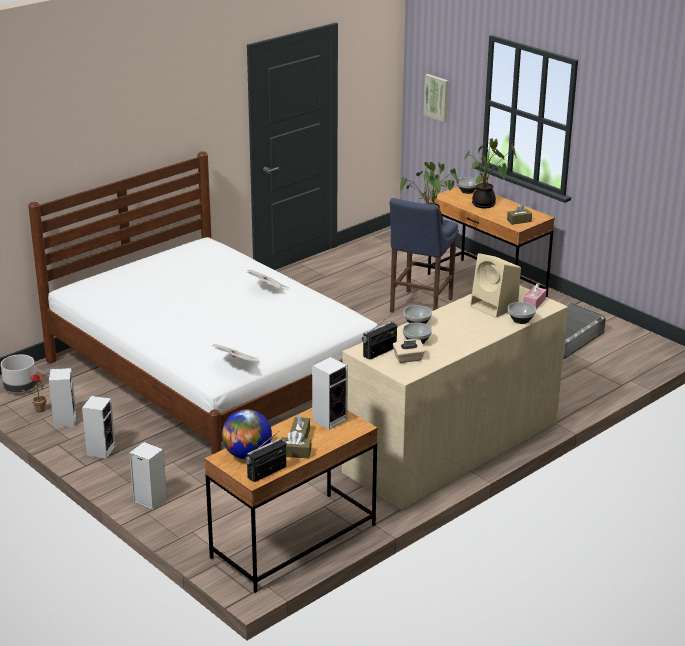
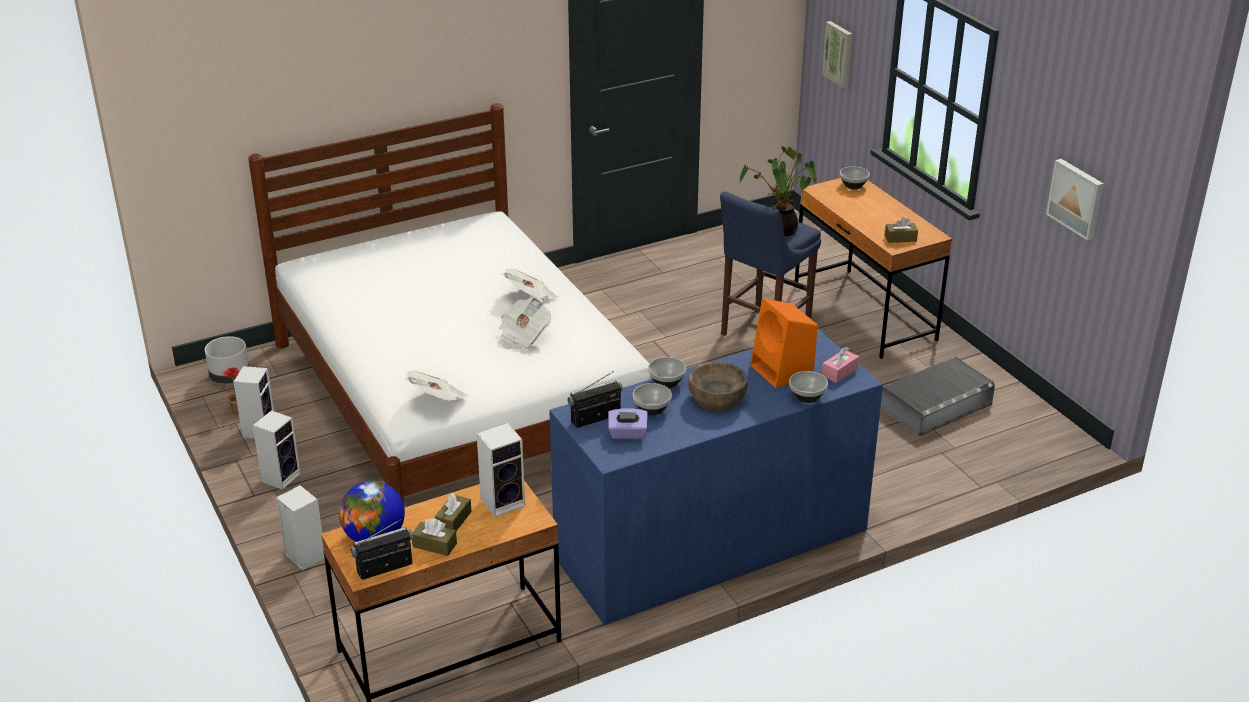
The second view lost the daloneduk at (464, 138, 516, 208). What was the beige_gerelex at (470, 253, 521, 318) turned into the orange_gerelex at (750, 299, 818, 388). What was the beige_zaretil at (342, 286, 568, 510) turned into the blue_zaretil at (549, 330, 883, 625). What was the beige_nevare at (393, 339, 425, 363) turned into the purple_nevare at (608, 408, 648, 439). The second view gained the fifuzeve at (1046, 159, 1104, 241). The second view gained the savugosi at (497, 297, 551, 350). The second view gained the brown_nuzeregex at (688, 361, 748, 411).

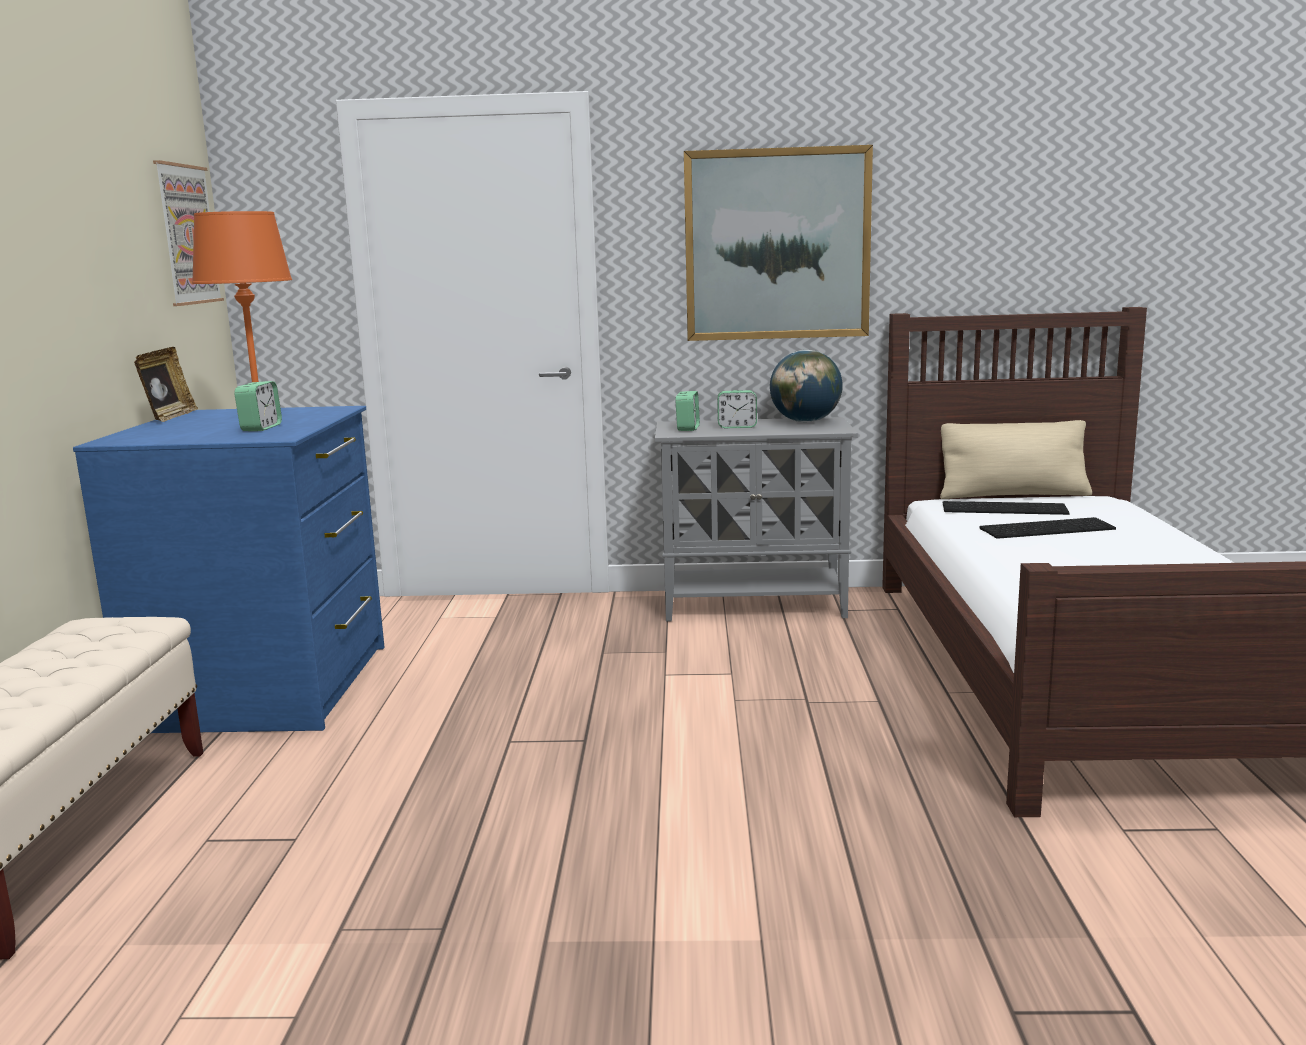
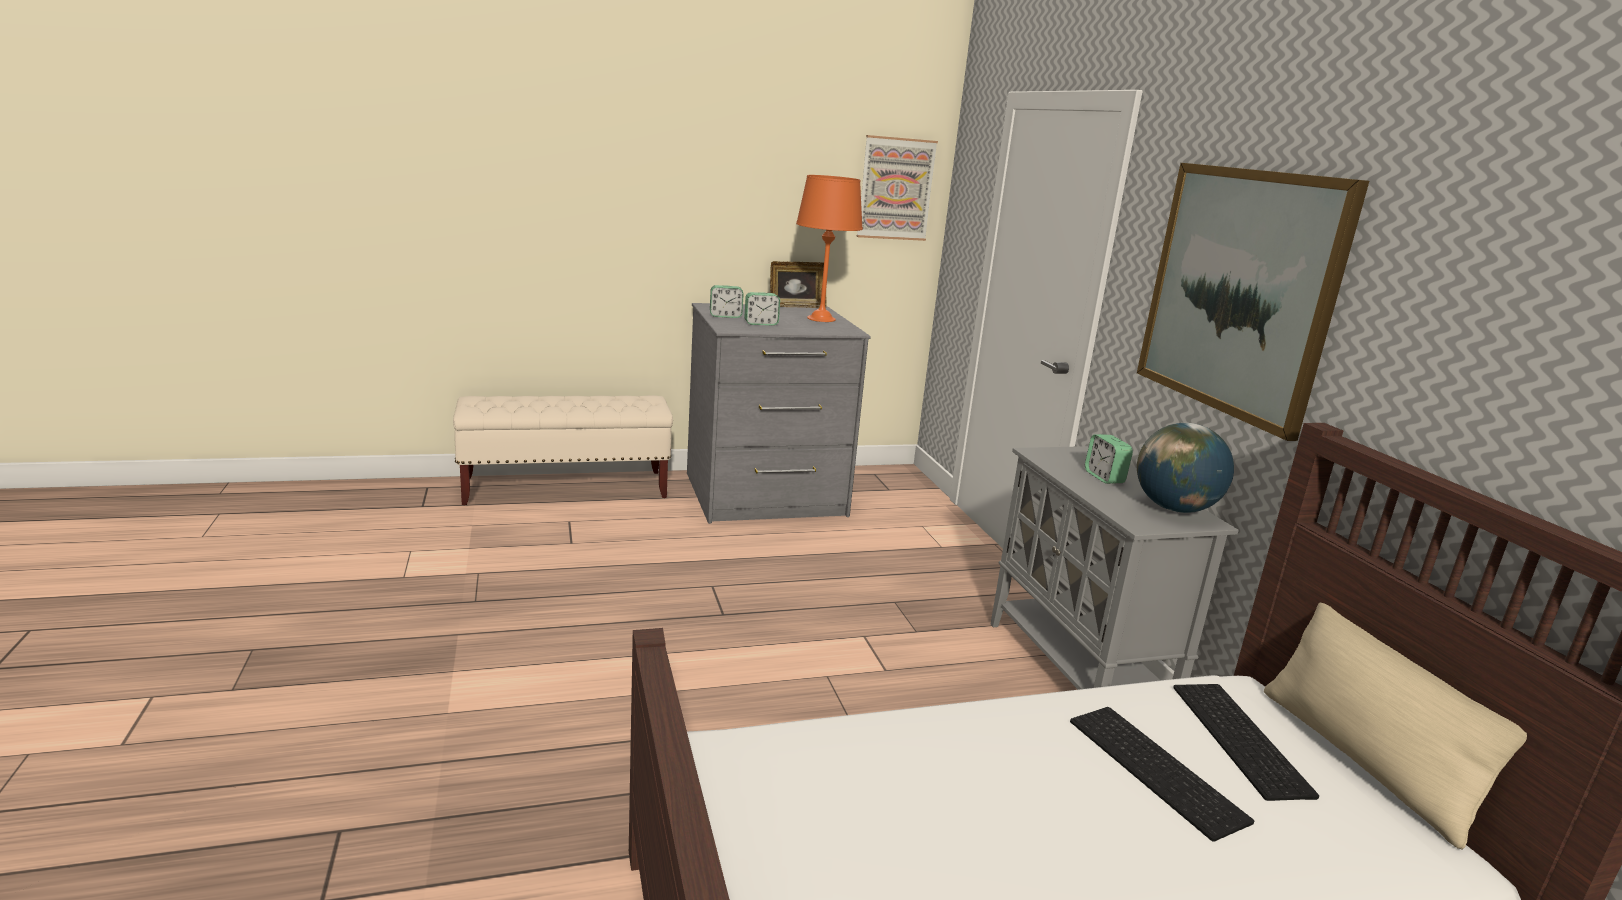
The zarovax ended up elsewhere, having gone from (675, 391, 700, 431) to (710, 285, 744, 318). What was the blue_zaretil at (73, 406, 385, 733) turned into the grey_zaretil at (687, 303, 871, 524).

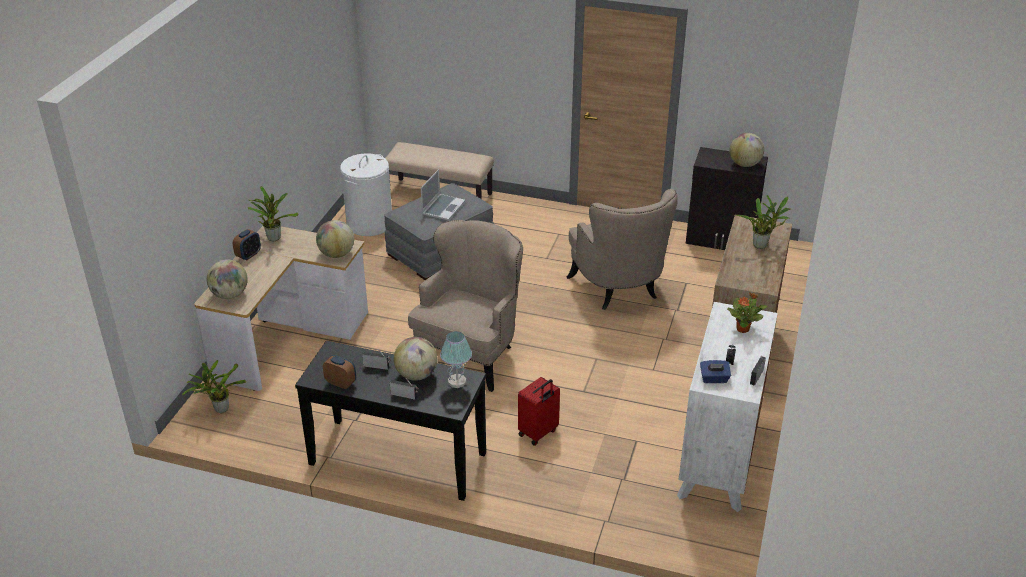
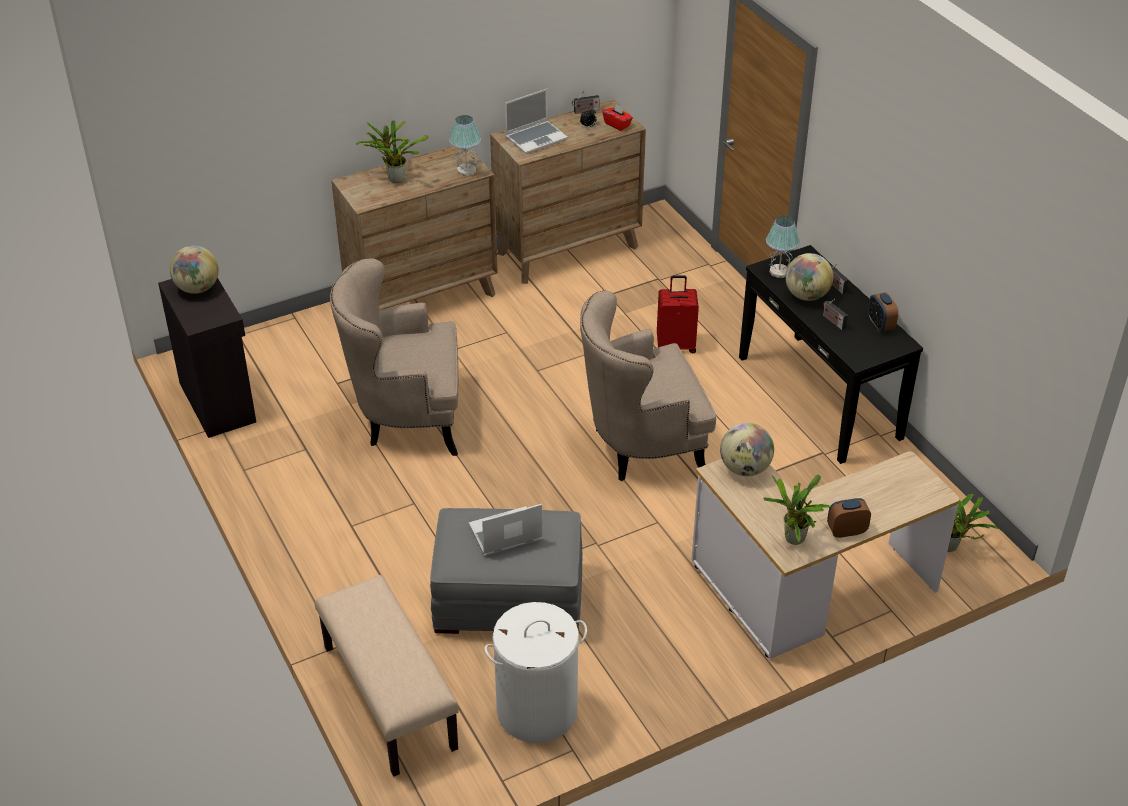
The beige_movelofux at (567, 189, 677, 310) ended up facing another way, 120 degrees counterclockwise from before. The second view lost the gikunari at (207, 259, 248, 299). Where the daloneduk stood at (727, 292, 767, 333), the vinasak came to stand at (505, 89, 568, 154). What was the white_zaretil at (677, 302, 778, 512) turned into the brown_zaretil at (490, 99, 646, 284). What was the blue_nevare at (700, 360, 731, 383) turned into the red_nevare at (602, 104, 633, 131). The second view gained the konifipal at (449, 115, 481, 176).

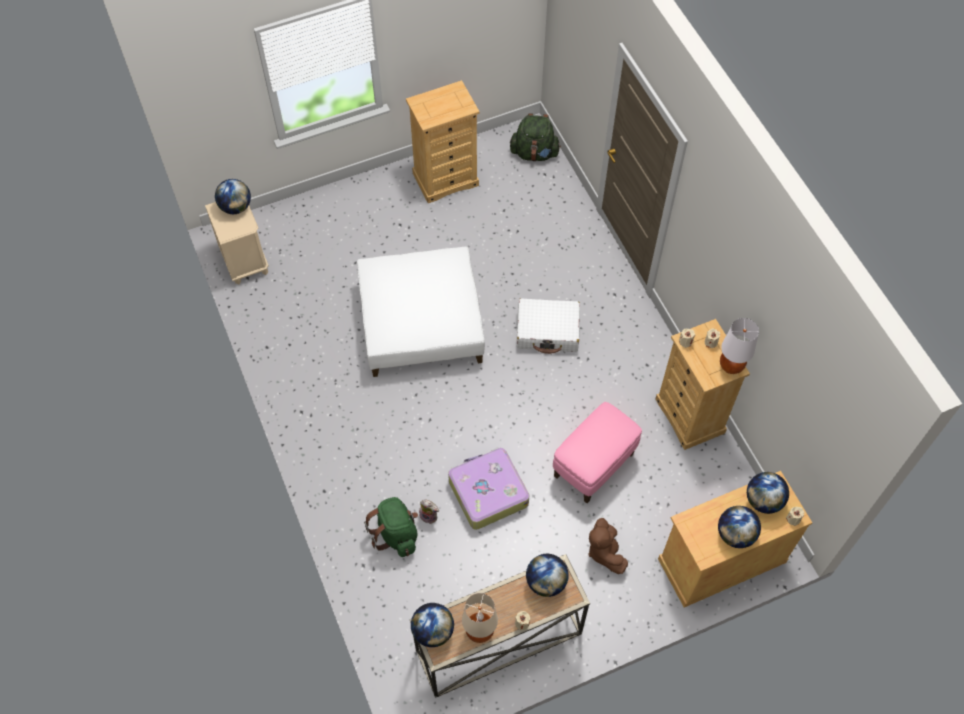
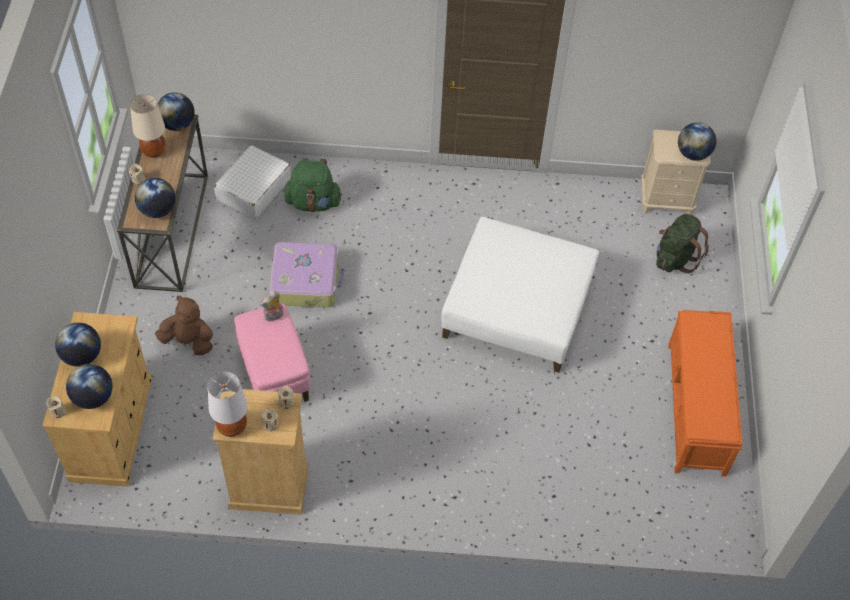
Where the beige_zaretil stood at (406, 80, 480, 203), the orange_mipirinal came to stand at (668, 310, 742, 477). The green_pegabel ended up elsewhere, having gone from (510, 114, 561, 161) to (656, 214, 709, 274). The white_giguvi ended up elsewhere, having gone from (517, 298, 580, 354) to (214, 145, 291, 219). The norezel ended up elsewhere, having gone from (418, 499, 439, 524) to (260, 290, 283, 322).

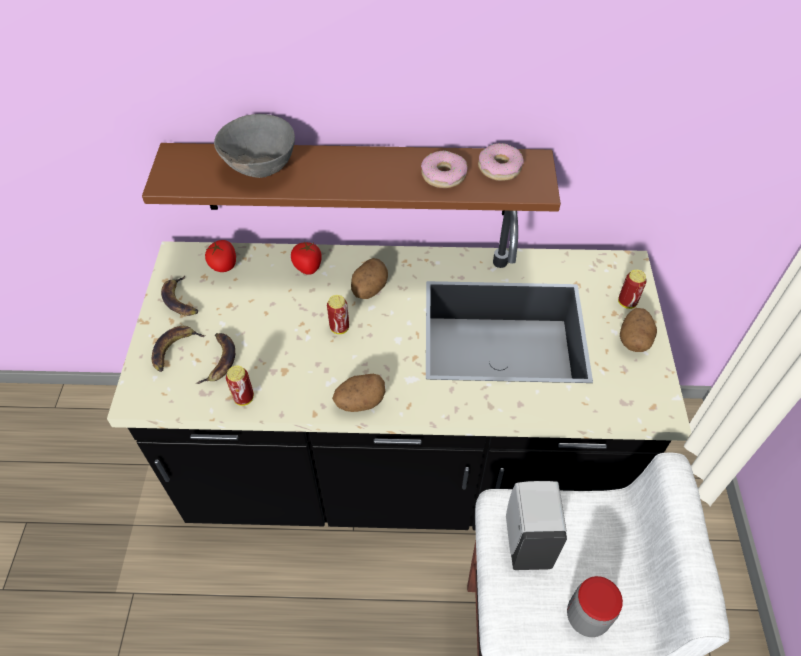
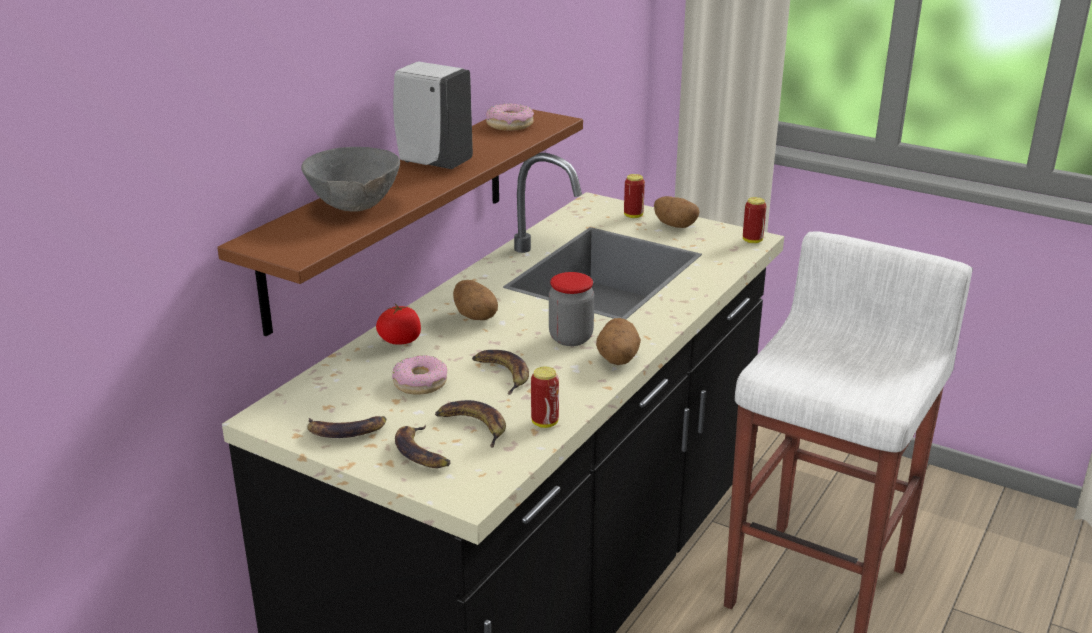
The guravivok ended up elsewhere, having gone from (421, 151, 468, 188) to (392, 355, 447, 395). The second view lost the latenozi at (205, 240, 236, 272). The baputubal ended up elsewhere, having gone from (327, 295, 349, 334) to (743, 197, 767, 243). The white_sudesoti ended up elsewhere, having gone from (506, 481, 567, 570) to (393, 62, 473, 169). The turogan ended up elsewhere, having gone from (567, 576, 623, 637) to (549, 272, 594, 346). The second view gained the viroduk at (472, 350, 529, 395).

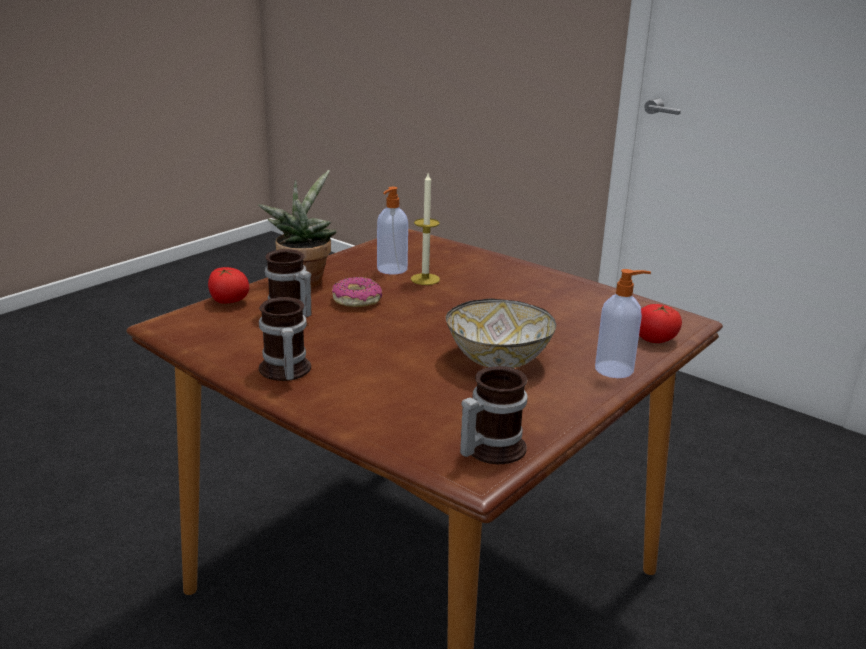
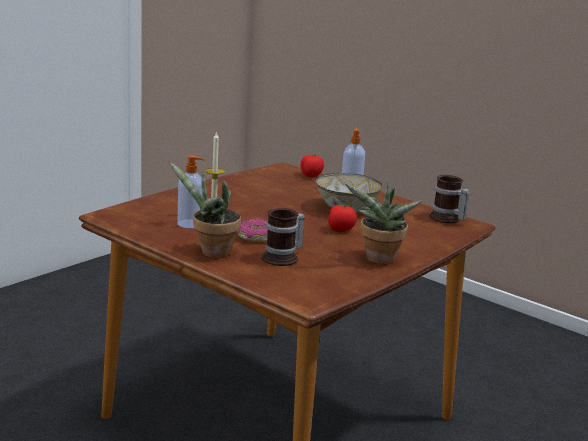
The latenozi ended up elsewhere, having gone from (208, 267, 249, 304) to (328, 205, 357, 232). Where the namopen stood at (259, 297, 311, 381), the daloneduk came to stand at (345, 182, 422, 264).

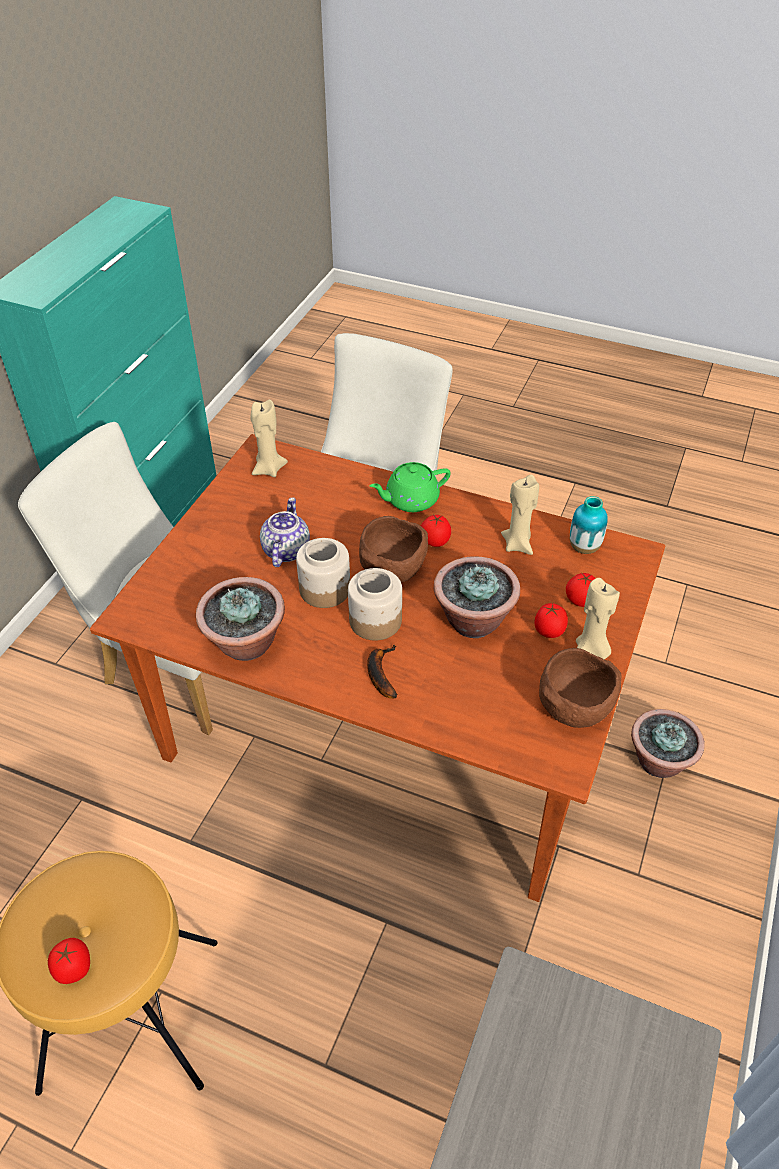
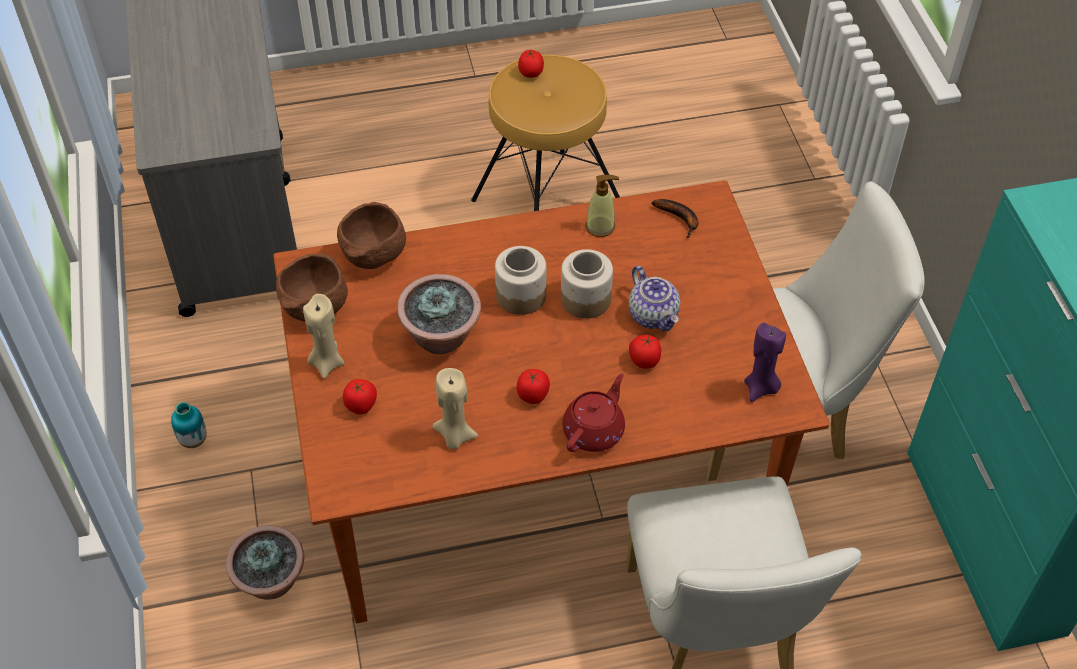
What was the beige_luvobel at (251, 400, 288, 477) turned into the purple_luvobel at (744, 323, 786, 402). What was the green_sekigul at (370, 462, 451, 512) turned into the red_sekigul at (562, 373, 625, 452). The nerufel ended up elsewhere, having gone from (570, 496, 608, 554) to (171, 402, 207, 448). The brown_nuzeregex ended up elsewhere, having gone from (359, 516, 428, 582) to (337, 202, 406, 269). Where the daloneduk stood at (196, 577, 285, 661), the sudesoti came to stand at (586, 175, 619, 237). The latenozi ended up elsewhere, having gone from (535, 603, 568, 638) to (629, 335, 661, 369). The viroduk ended up elsewhere, having gone from (367, 645, 397, 699) to (652, 199, 698, 238).

